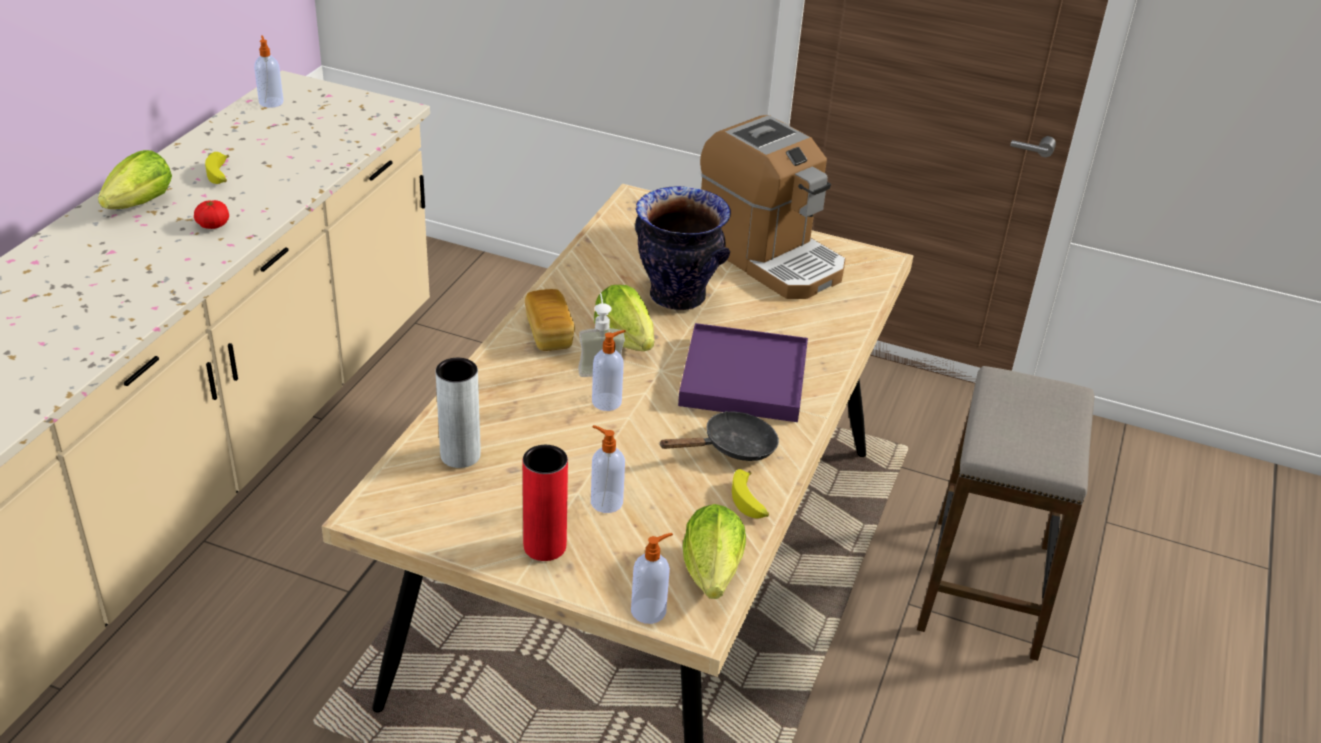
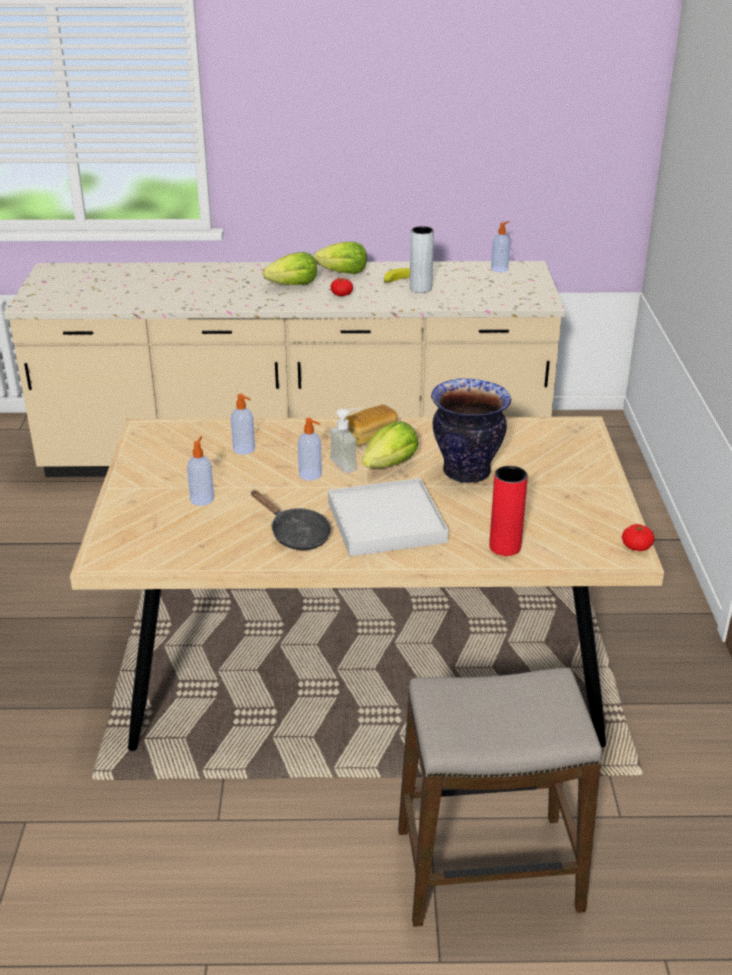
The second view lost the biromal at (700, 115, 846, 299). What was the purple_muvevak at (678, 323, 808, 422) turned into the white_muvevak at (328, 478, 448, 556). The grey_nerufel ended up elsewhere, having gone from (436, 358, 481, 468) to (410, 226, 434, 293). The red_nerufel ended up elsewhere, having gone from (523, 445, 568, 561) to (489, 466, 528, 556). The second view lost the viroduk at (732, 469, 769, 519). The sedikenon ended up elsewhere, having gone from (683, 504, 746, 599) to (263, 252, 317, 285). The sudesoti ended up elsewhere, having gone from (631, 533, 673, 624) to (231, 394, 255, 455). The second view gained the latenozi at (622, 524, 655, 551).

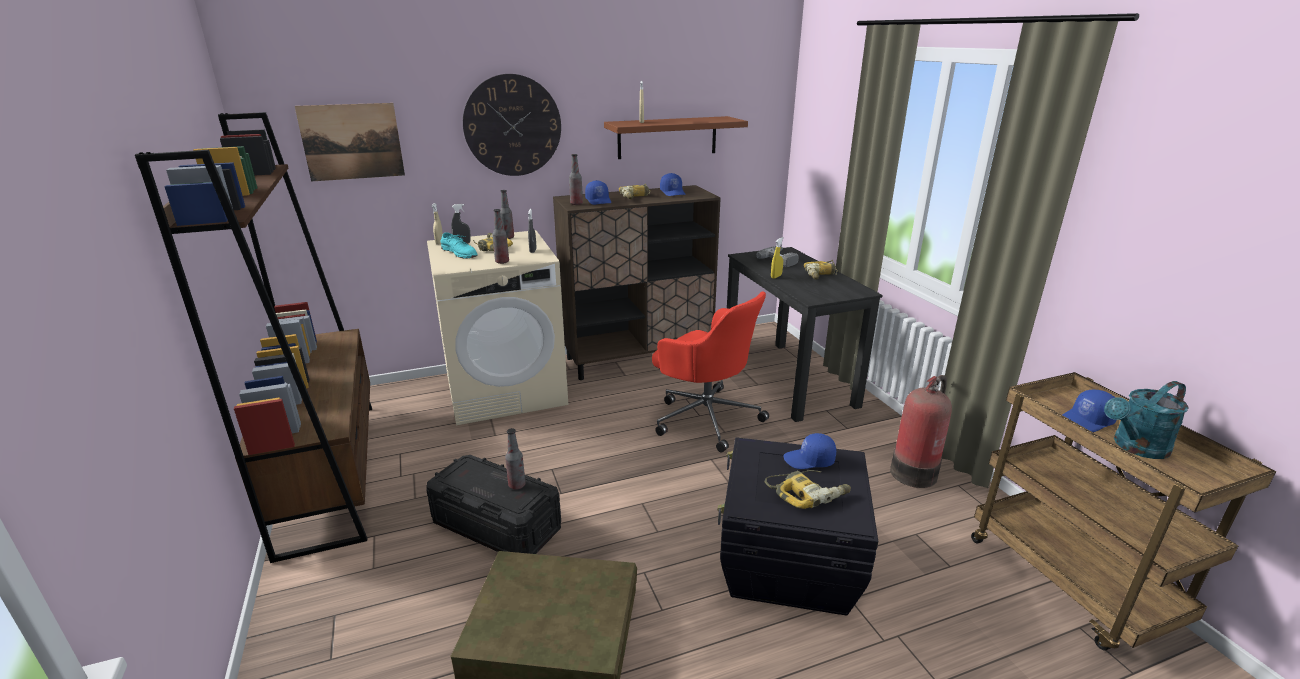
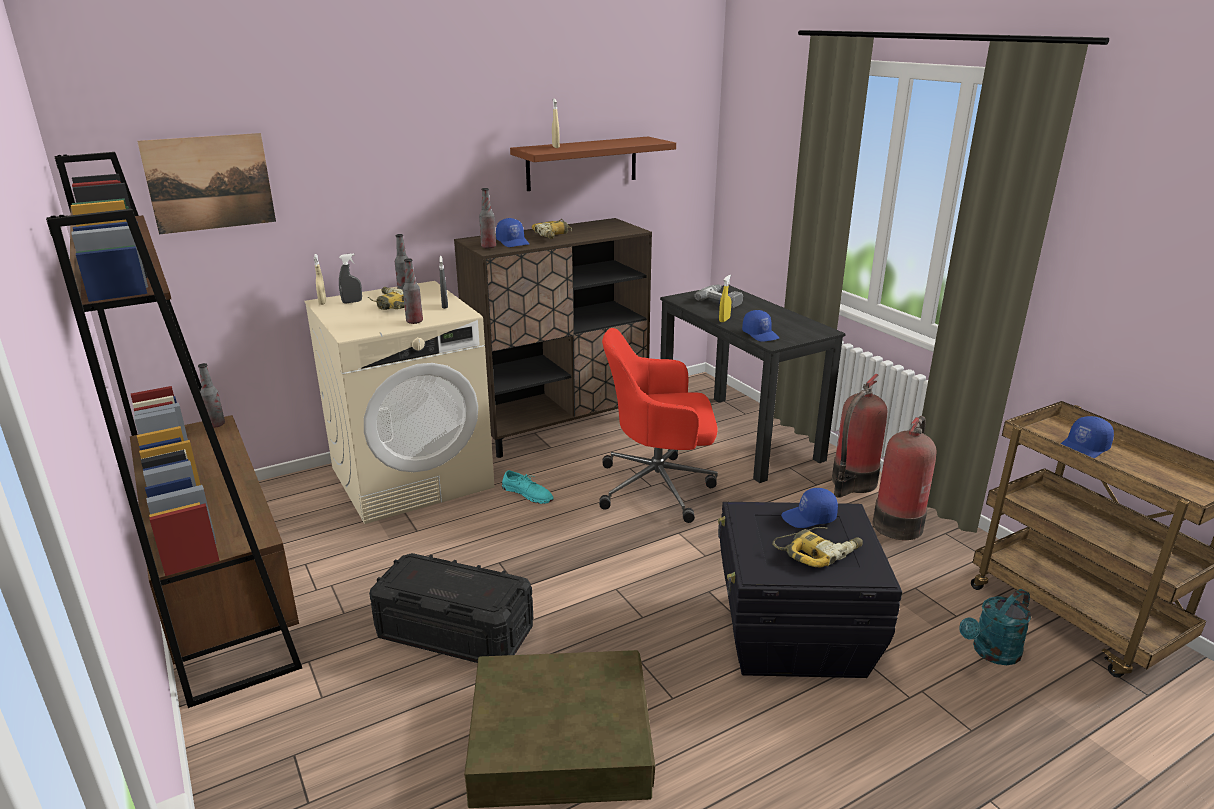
The second view lost the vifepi at (463, 74, 561, 176). The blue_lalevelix ended up elsewhere, having gone from (660, 173, 686, 196) to (742, 310, 779, 342). The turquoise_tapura ended up elsewhere, having gone from (441, 232, 478, 259) to (502, 470, 553, 504). The second view lost the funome at (804, 260, 838, 280). The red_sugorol at (652, 291, 769, 452) ended up facing another way, 150 degrees clockwise from before. The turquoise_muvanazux ended up elsewhere, having gone from (1104, 381, 1189, 459) to (959, 589, 1031, 665). The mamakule ended up elsewhere, having gone from (505, 428, 526, 490) to (198, 363, 225, 428). The second view gained the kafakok at (832, 374, 887, 498).

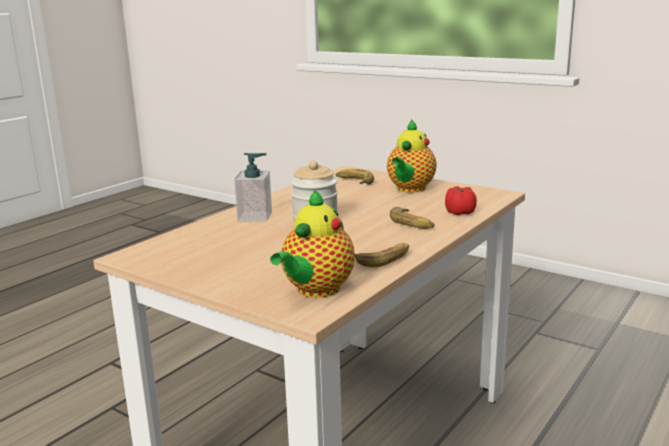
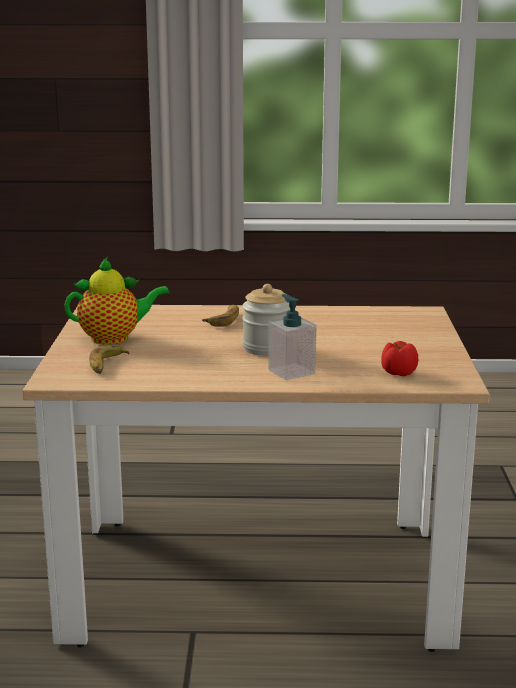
The latenozi ended up elsewhere, having gone from (445, 186, 477, 215) to (381, 341, 418, 376). The second view lost the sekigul at (270, 190, 355, 298). The second view lost the viroduk at (355, 243, 409, 267).

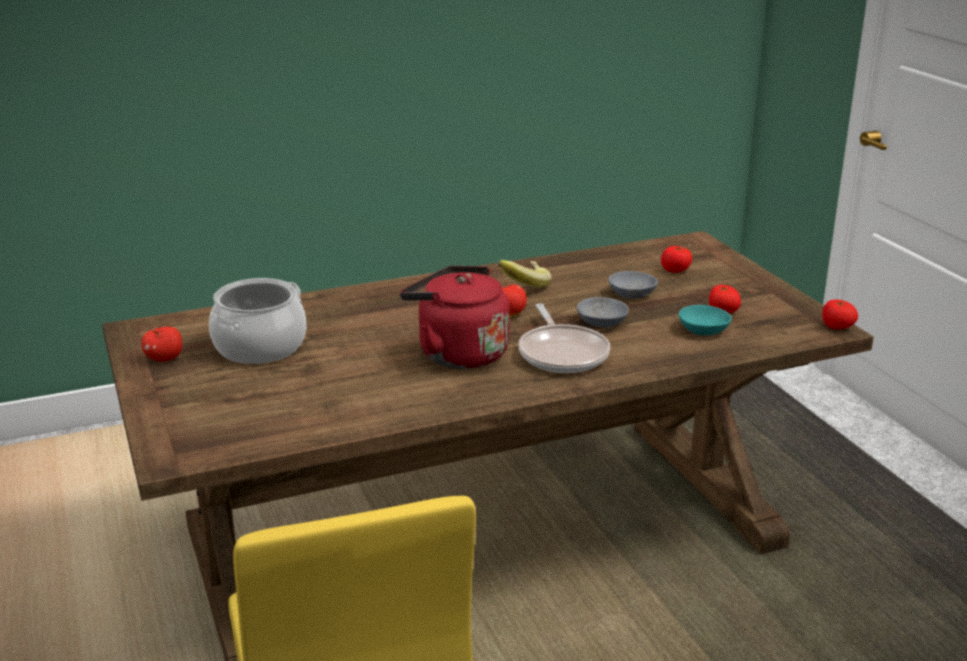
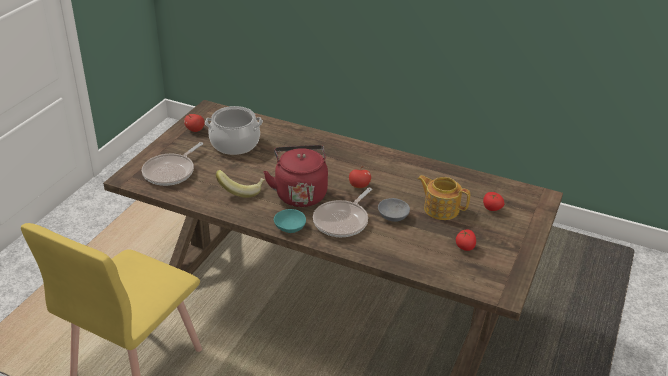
The viroduk ended up elsewhere, having gone from (498, 260, 551, 288) to (216, 170, 265, 198). Where the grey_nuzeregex stood at (608, 271, 658, 299), the sekigul came to stand at (418, 175, 470, 220). The second view lost the latenozi at (822, 300, 858, 329). The turquoise_nuzeregex ended up elsewhere, having gone from (679, 305, 732, 335) to (274, 209, 306, 233). The second view gained the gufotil at (142, 142, 203, 186).

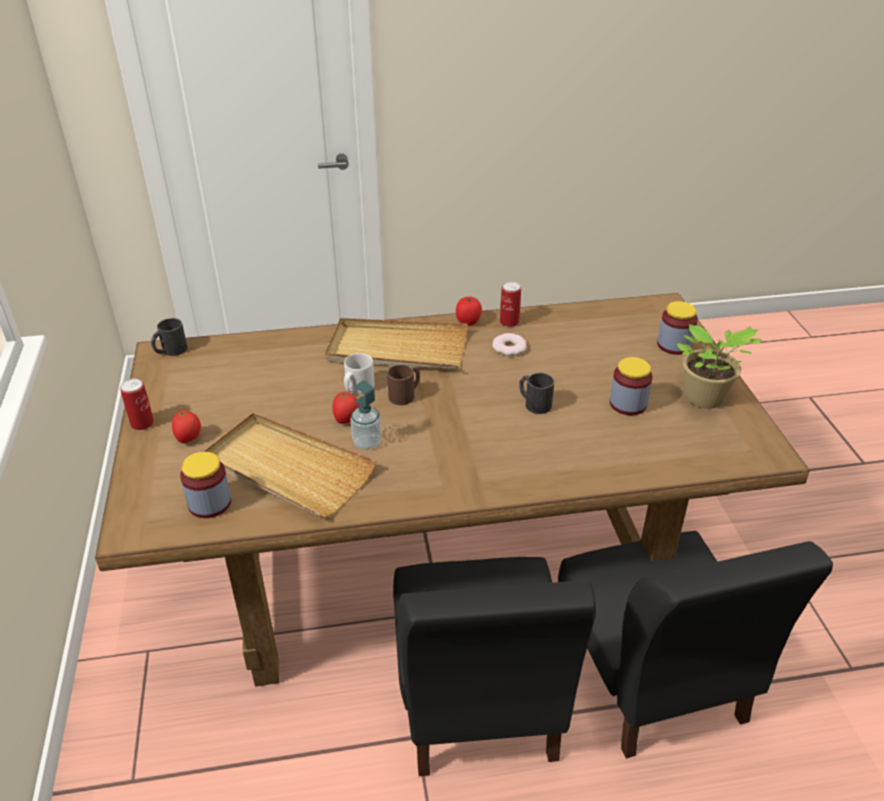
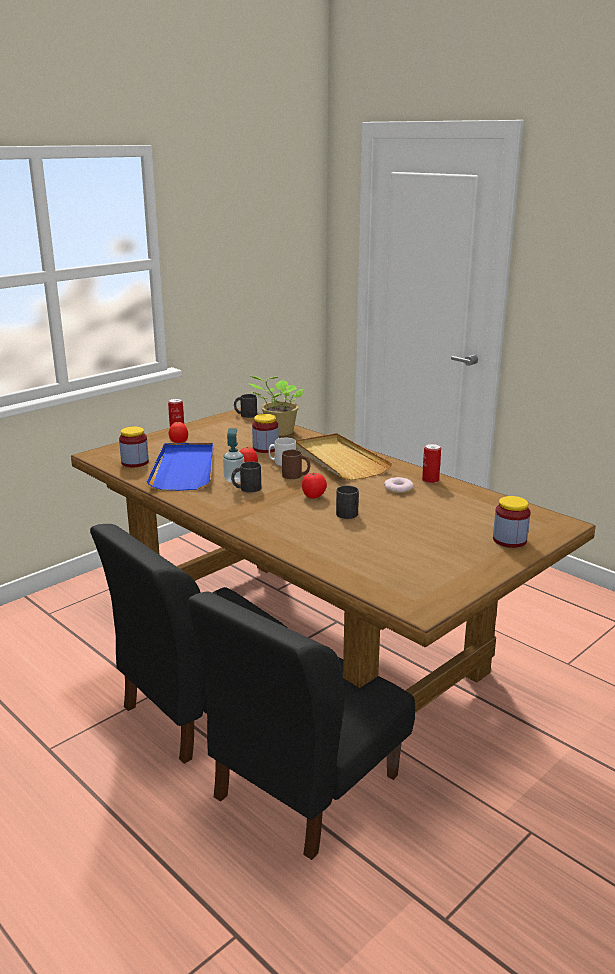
The latenozi ended up elsewhere, having gone from (456, 297, 482, 325) to (302, 473, 327, 499). The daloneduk ended up elsewhere, having gone from (676, 324, 763, 409) to (247, 376, 304, 436). The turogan ended up elsewhere, having gone from (610, 357, 653, 415) to (252, 414, 279, 453). What was the beige_muvevak at (203, 413, 376, 518) turned into the blue_muvevak at (147, 443, 213, 491). The second view gained the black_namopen at (231, 462, 261, 493).

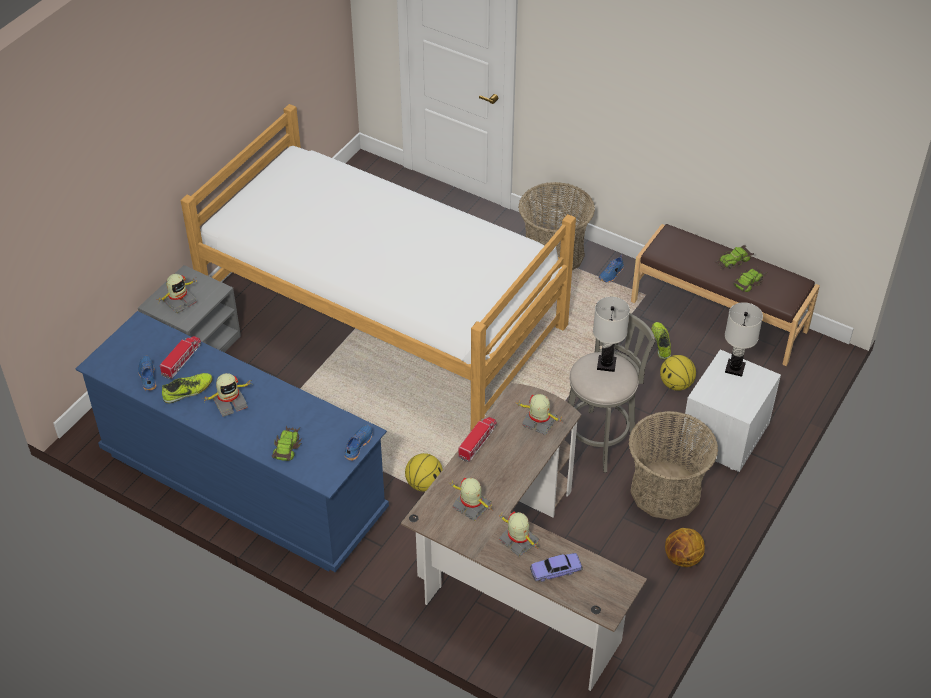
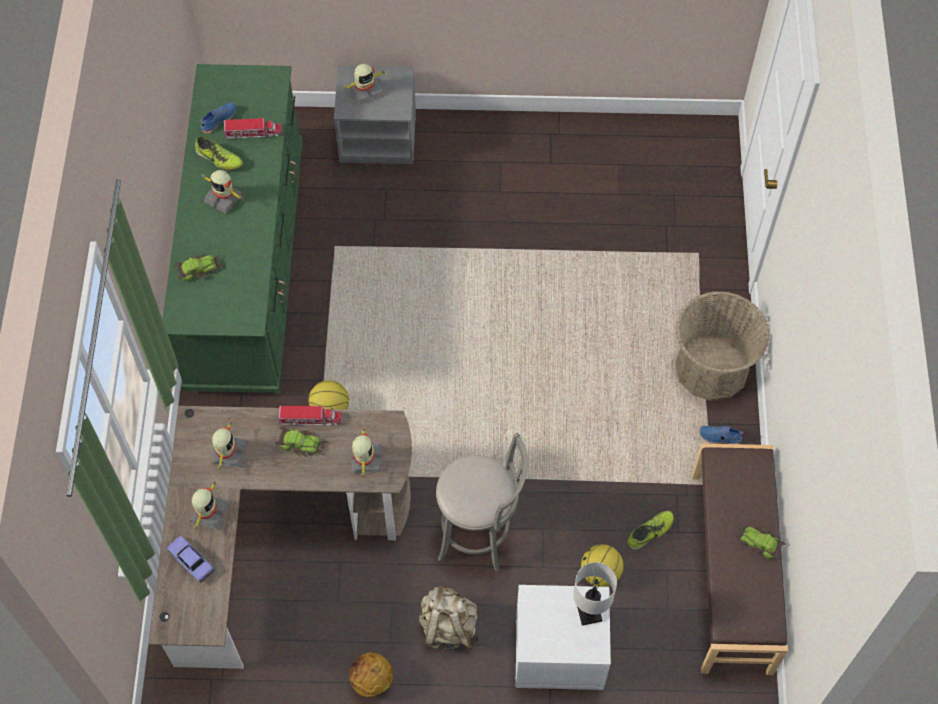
The second view lost the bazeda at (181, 104, 576, 431). The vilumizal ended up elsewhere, having gone from (732, 267, 766, 292) to (275, 427, 327, 457). The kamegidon at (157, 274, 197, 313) ended up facing another way, 45 degrees counterclockwise from before. The second view lost the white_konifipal at (593, 297, 630, 372). What was the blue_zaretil at (76, 311, 389, 572) turned into the green_zaretil at (162, 64, 303, 393). Where the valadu stood at (628, 411, 718, 520), the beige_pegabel came to stand at (419, 583, 478, 650). The second view lost the blue_tapura at (344, 424, 373, 461).

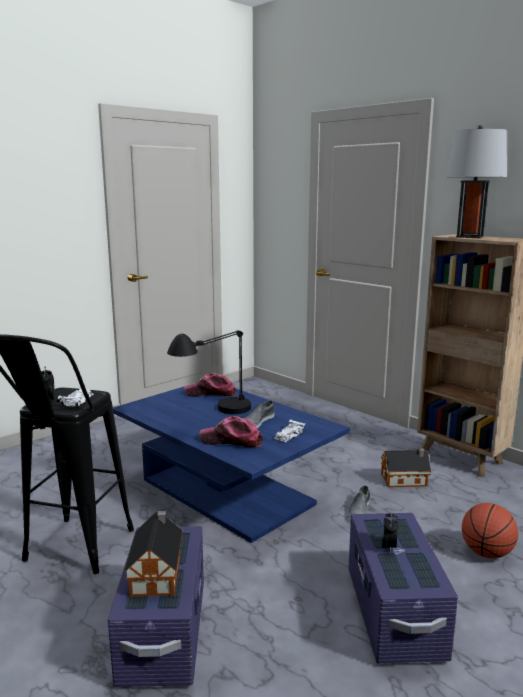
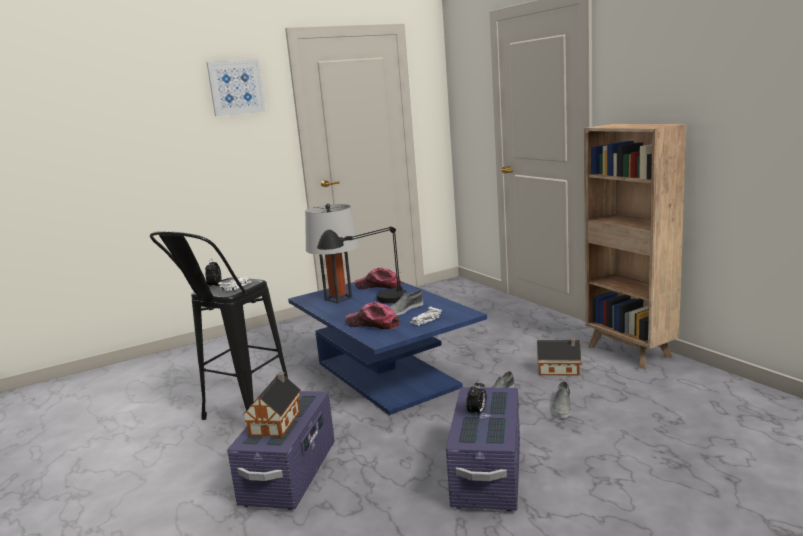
The grey_konifipal ended up elsewhere, having gone from (445, 125, 507, 238) to (305, 203, 359, 303). The second view lost the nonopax at (462, 503, 518, 558). The second view gained the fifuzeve at (207, 59, 266, 116). The second view gained the grey_tapura at (552, 381, 571, 418).

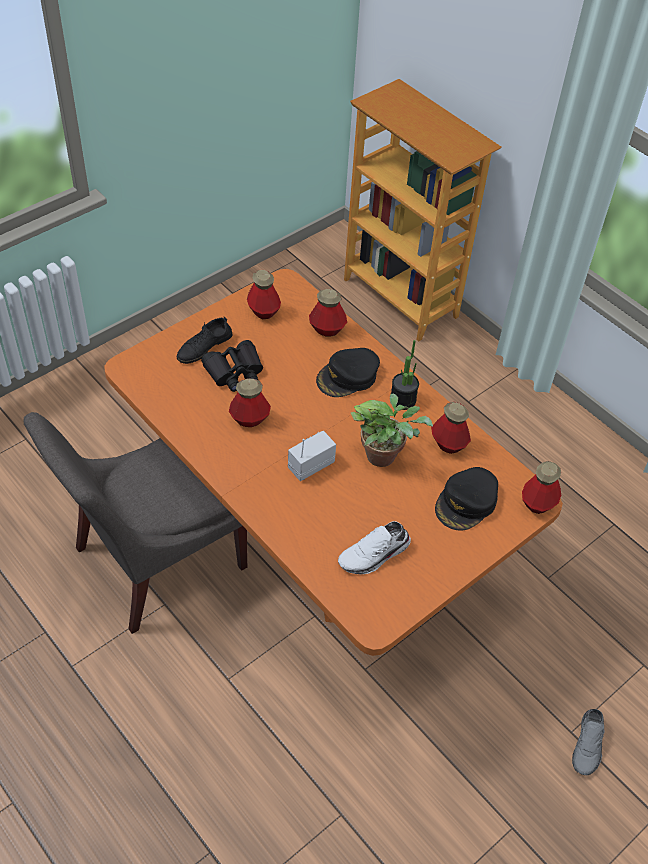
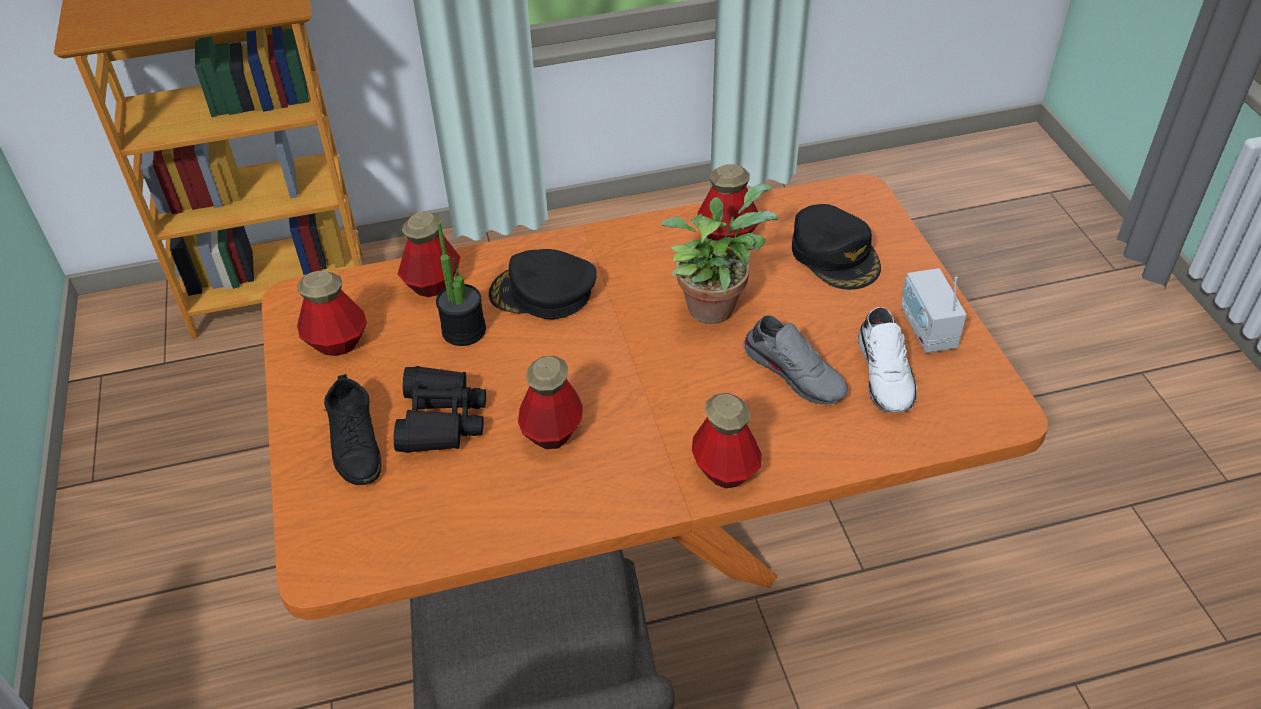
The daloneduk ended up elsewhere, having gone from (391, 340, 419, 410) to (436, 222, 486, 346). The black_lalevelix at (316, 348, 380, 397) ended up facing another way, 105 degrees clockwise from before. The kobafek ended up elsewhere, having gone from (288, 431, 336, 481) to (901, 268, 967, 353). The mamakule ended up elsewhere, having gone from (522, 461, 561, 514) to (692, 393, 761, 489). The grey_tapura ended up elsewhere, having gone from (572, 709, 605, 775) to (743, 315, 848, 405).

